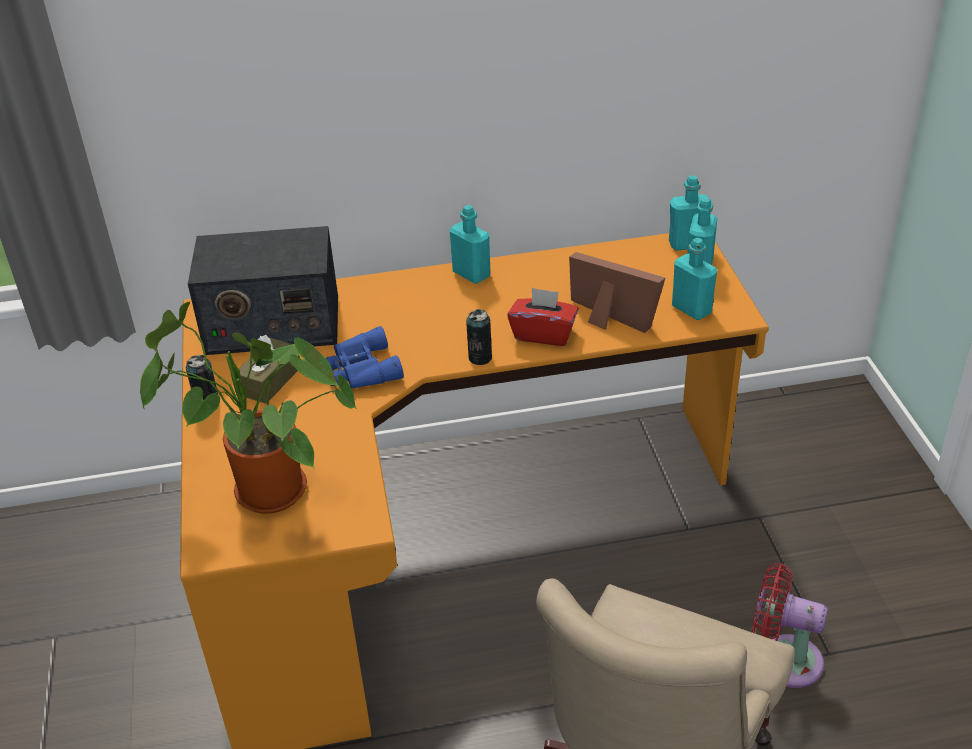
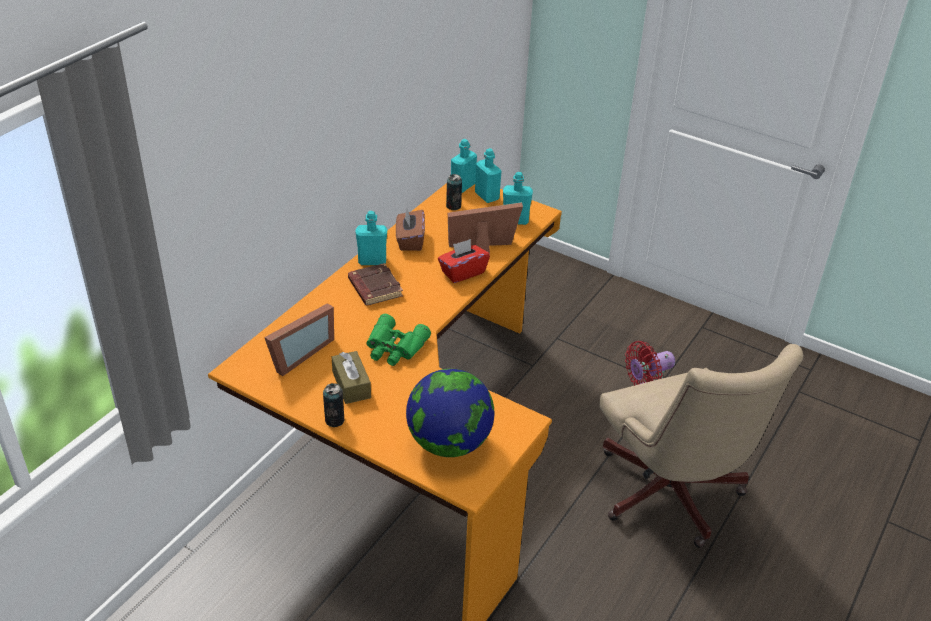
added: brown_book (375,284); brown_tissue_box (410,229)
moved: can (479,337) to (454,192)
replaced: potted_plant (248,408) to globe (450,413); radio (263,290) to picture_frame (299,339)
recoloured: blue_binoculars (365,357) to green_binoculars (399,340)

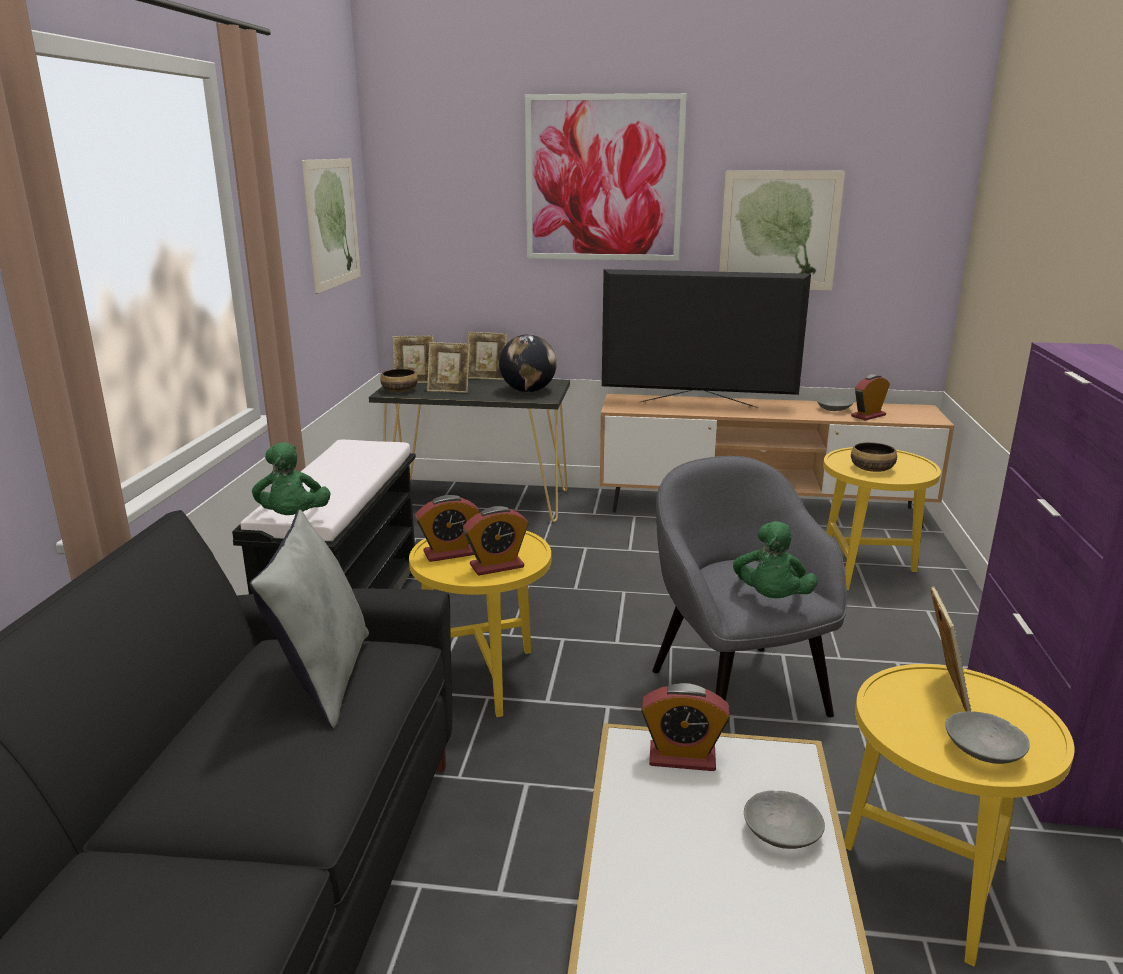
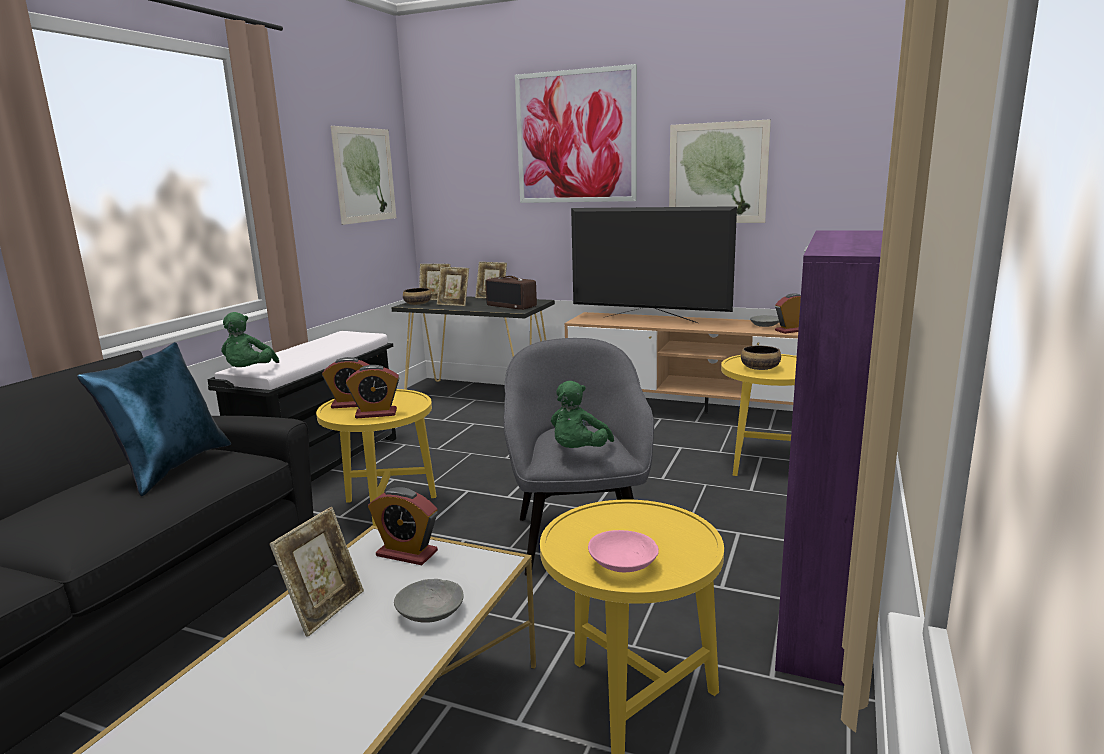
moved: picture_frame (951,648) to (317,572)
replaced: globe (528,363) to radio (511,293)
recoloured: grey_pillow (309,619) to blue_pillow (154,419); grey_bowl (987,737) to pink_bowl (623,551)

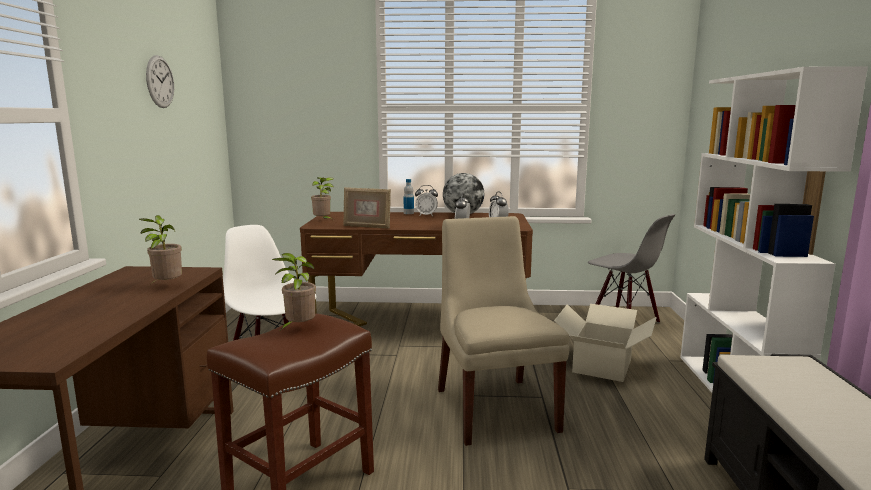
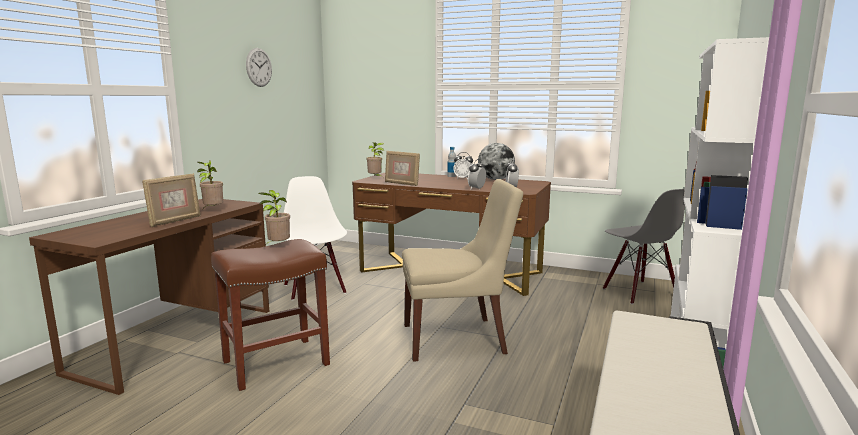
removed: cardboard_box (605,343)
added: picture_frame (171,200)
turned: beige_chair (503,331) = (462,270) 75 degrees clockwise

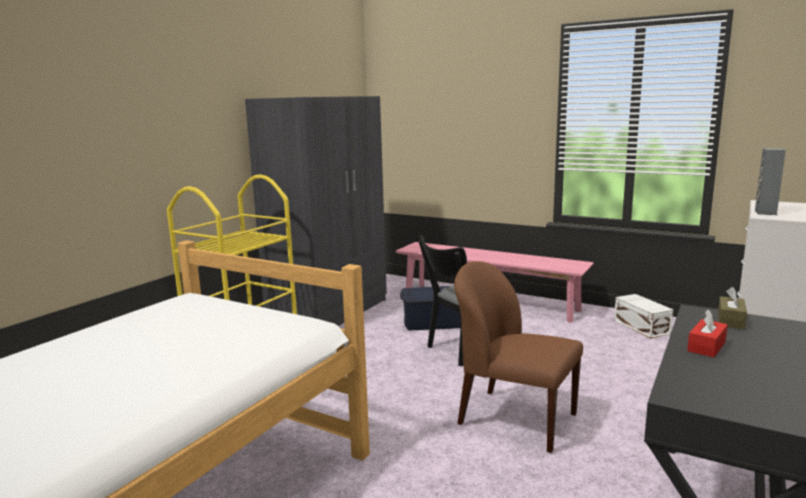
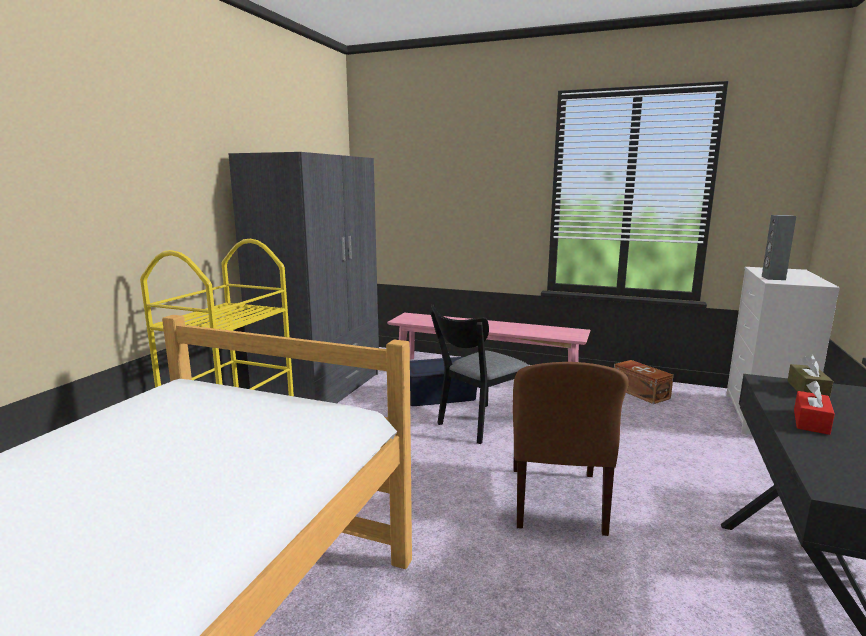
recoloured: white_storage_box (644,316) to brown_storage_box (644,382)
turned: brown_chair (518,357) = (571,449) 105 degrees counterclockwise

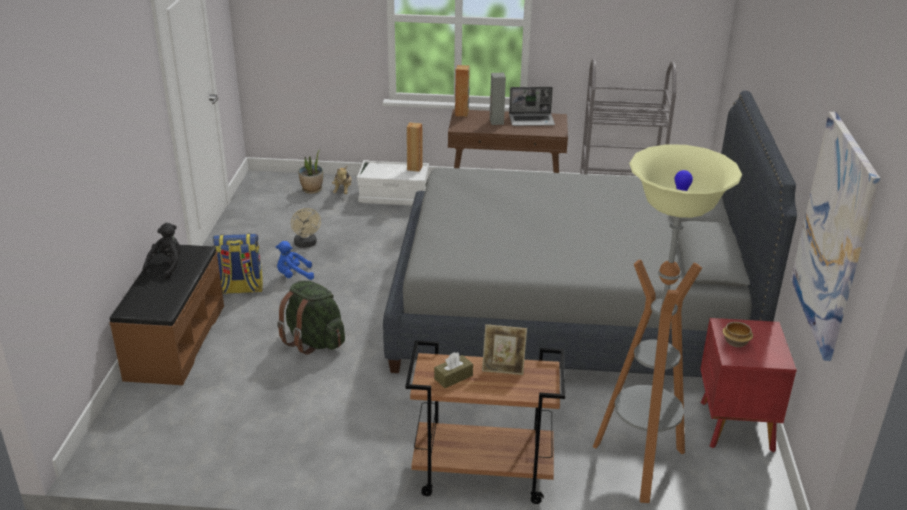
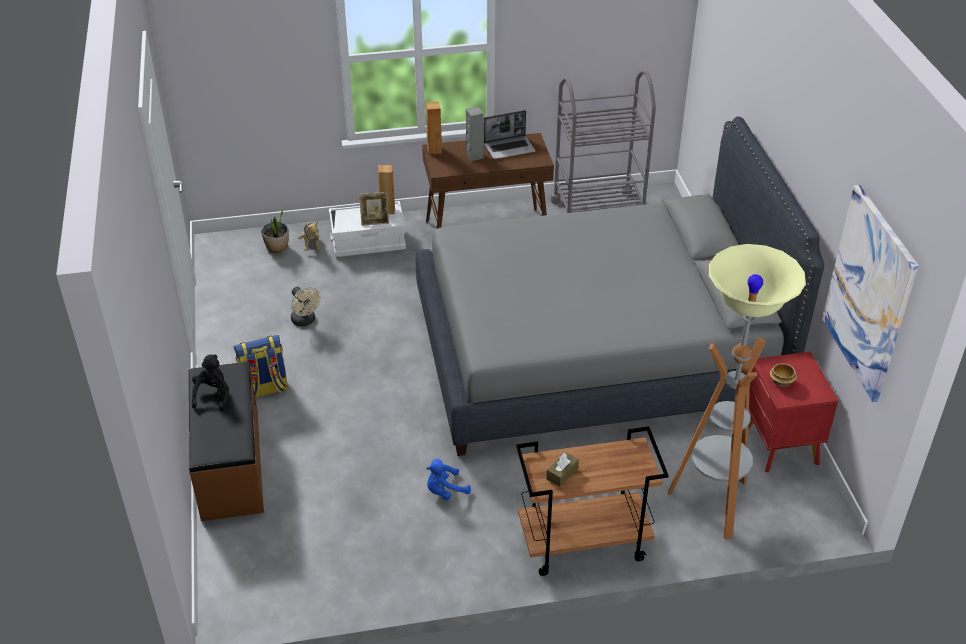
removed: green_backpack (311,317)
moved: blue_plush_toy (294,260) to (448,479); picture_frame (504,349) to (374,209)

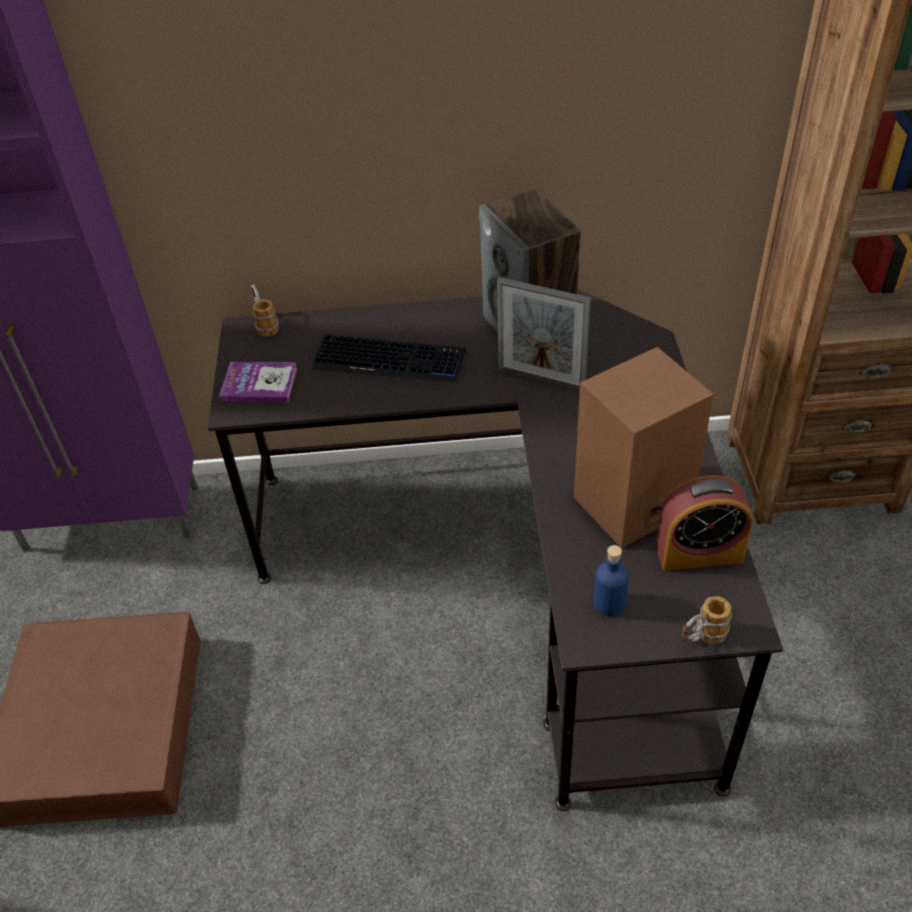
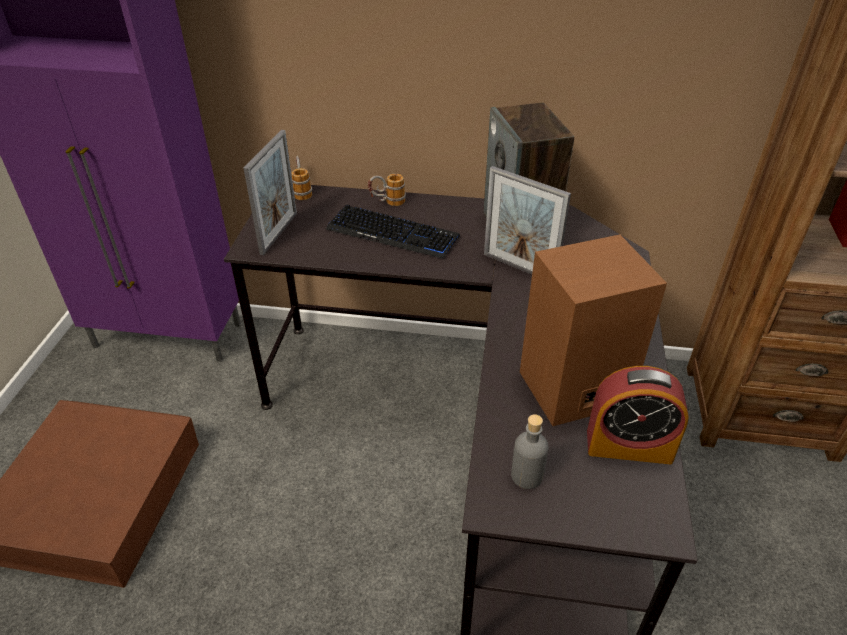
moved: mug (707,620) to (387,190)
replaced: book (258,382) to picture_frame (270,192)
recoloured: blue_bottle (611,580) to grey_bottle (529,451)

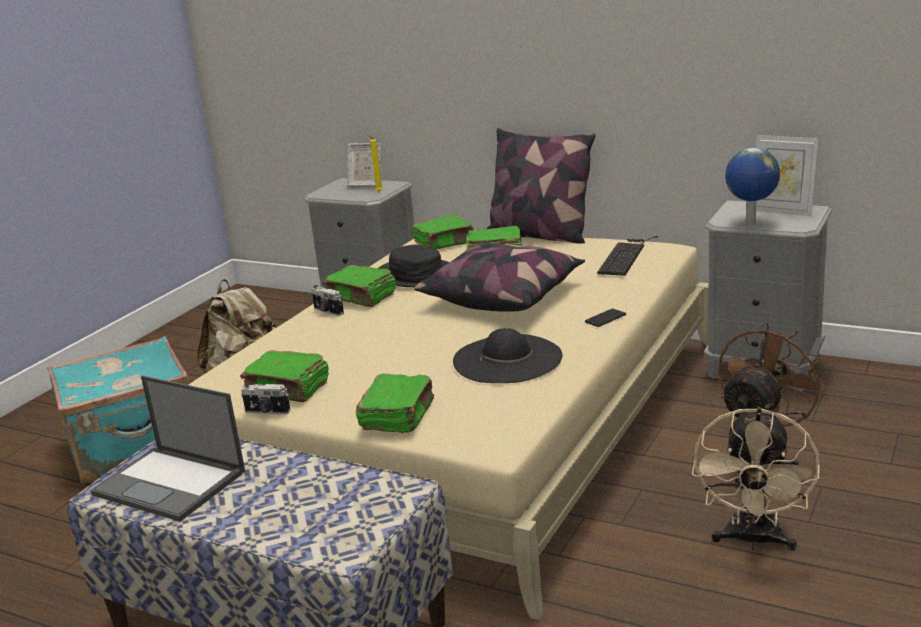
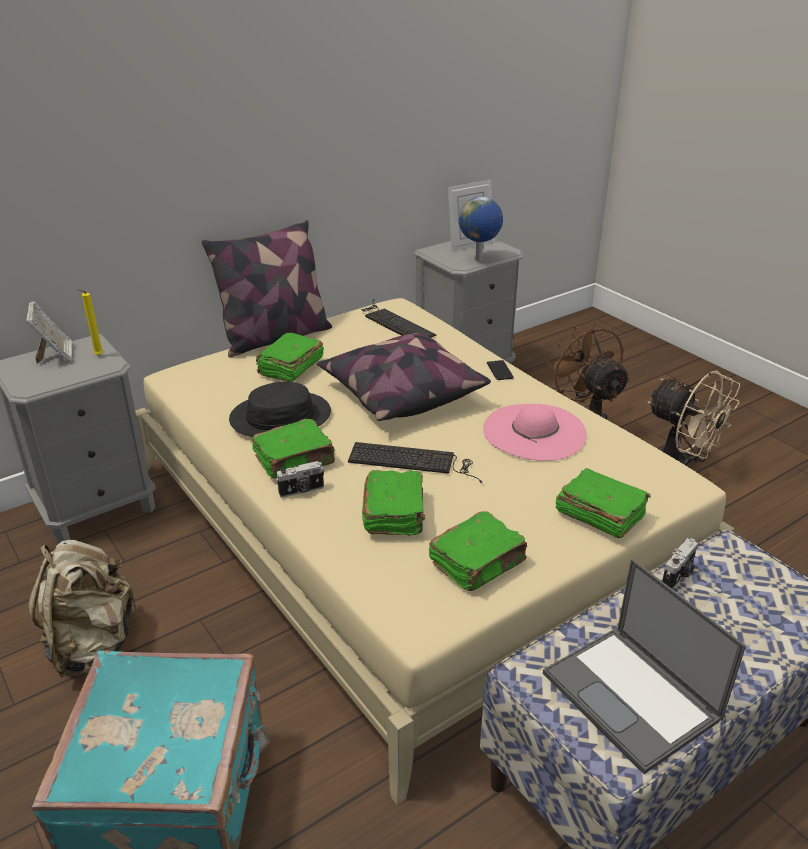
added: keyboard (415,463)
moved: photo_camera (265,398) to (680,563); green_book (443,231) to (393,503)
recoloured: black_hat (508,355) to pink_hat (535,432)
turned: laptop (167,448) = (644,666) 90 degrees clockwise; picture_frame (364,165) = (50,332) 60 degrees counterclockwise

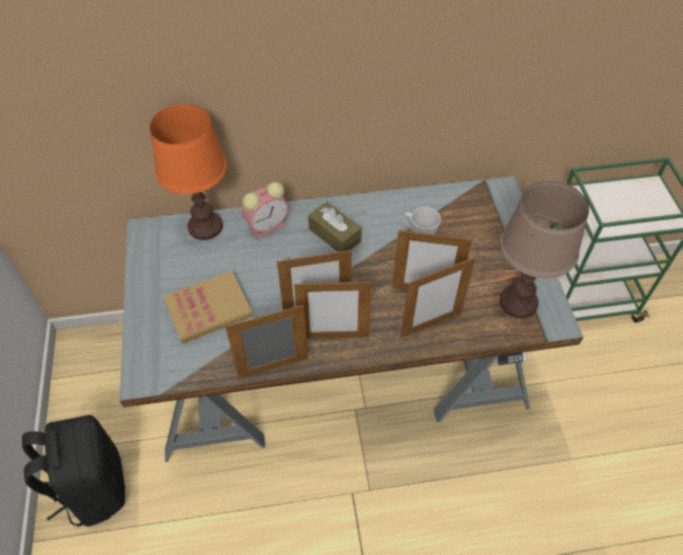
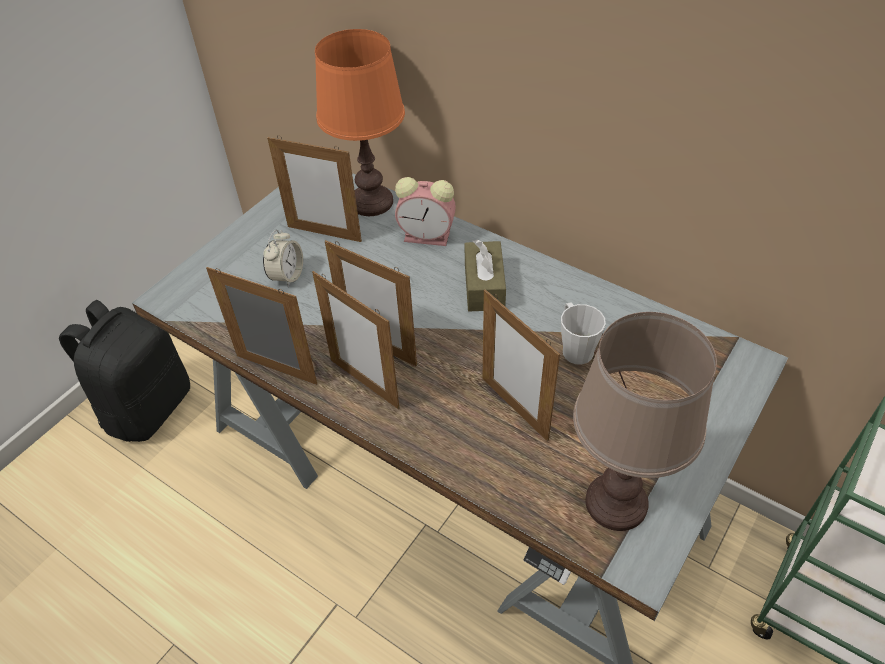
moved: picture_frame (438,297) to (314,188)
replaced: book (208,307) to alarm_clock (283,259)

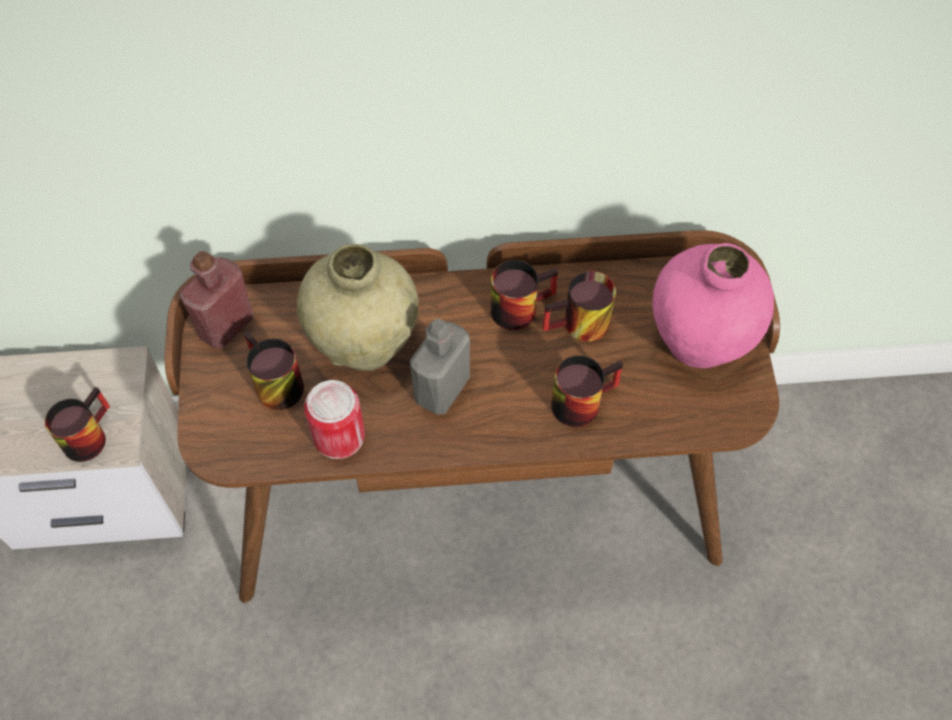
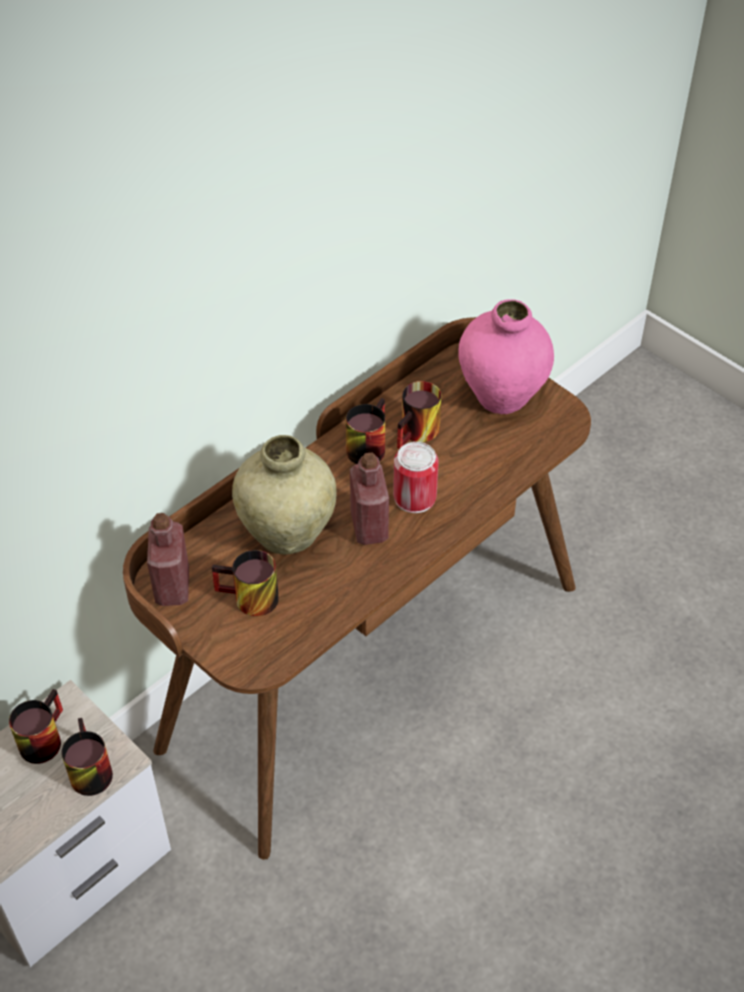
moved: can (334,419) to (416,477); mug (587,391) to (36,726)
recoloured: grey_bottle (440,366) to red_bottle (369,498)

